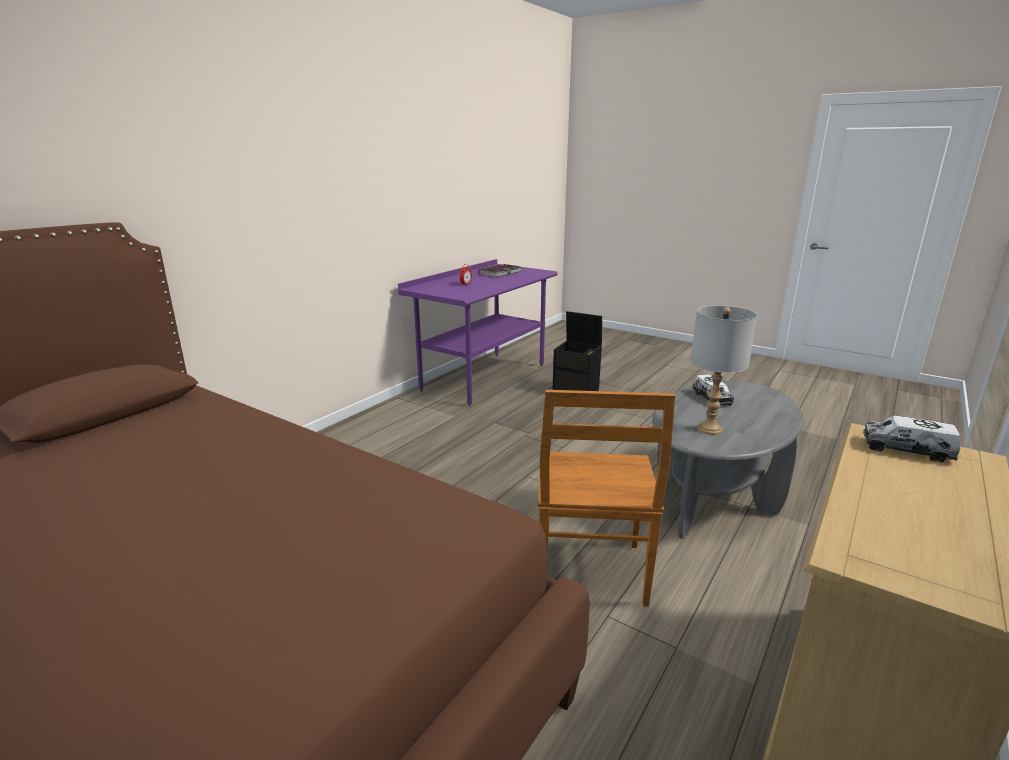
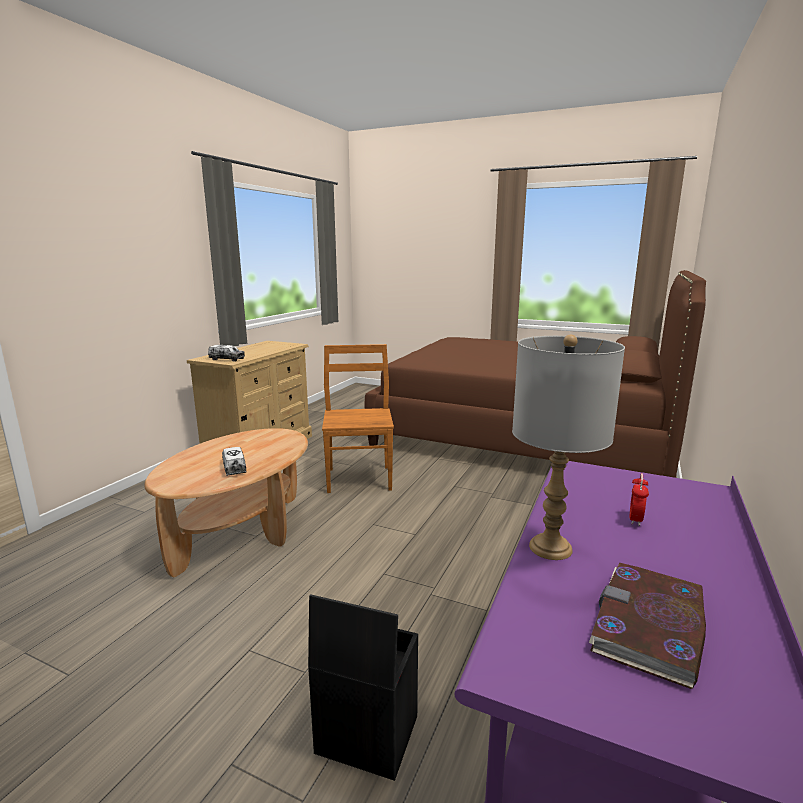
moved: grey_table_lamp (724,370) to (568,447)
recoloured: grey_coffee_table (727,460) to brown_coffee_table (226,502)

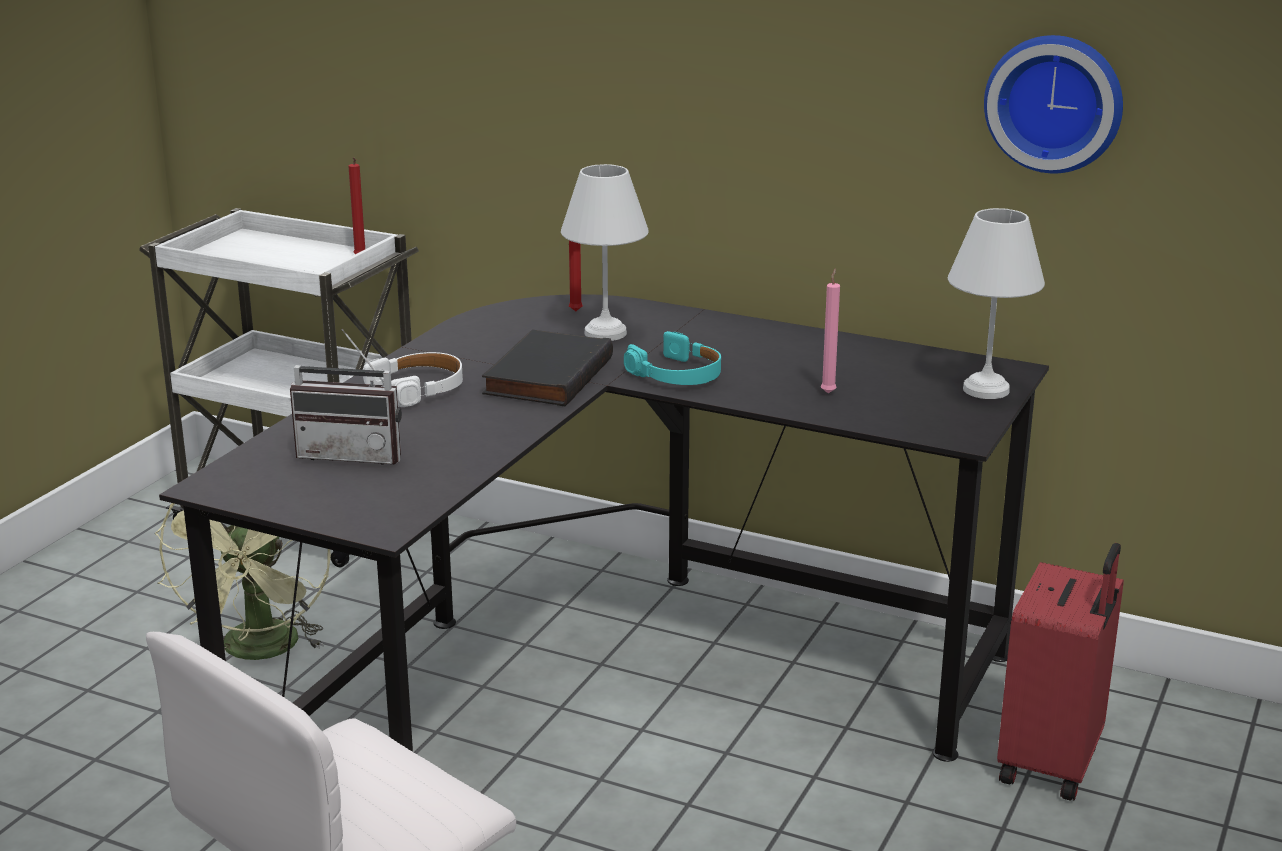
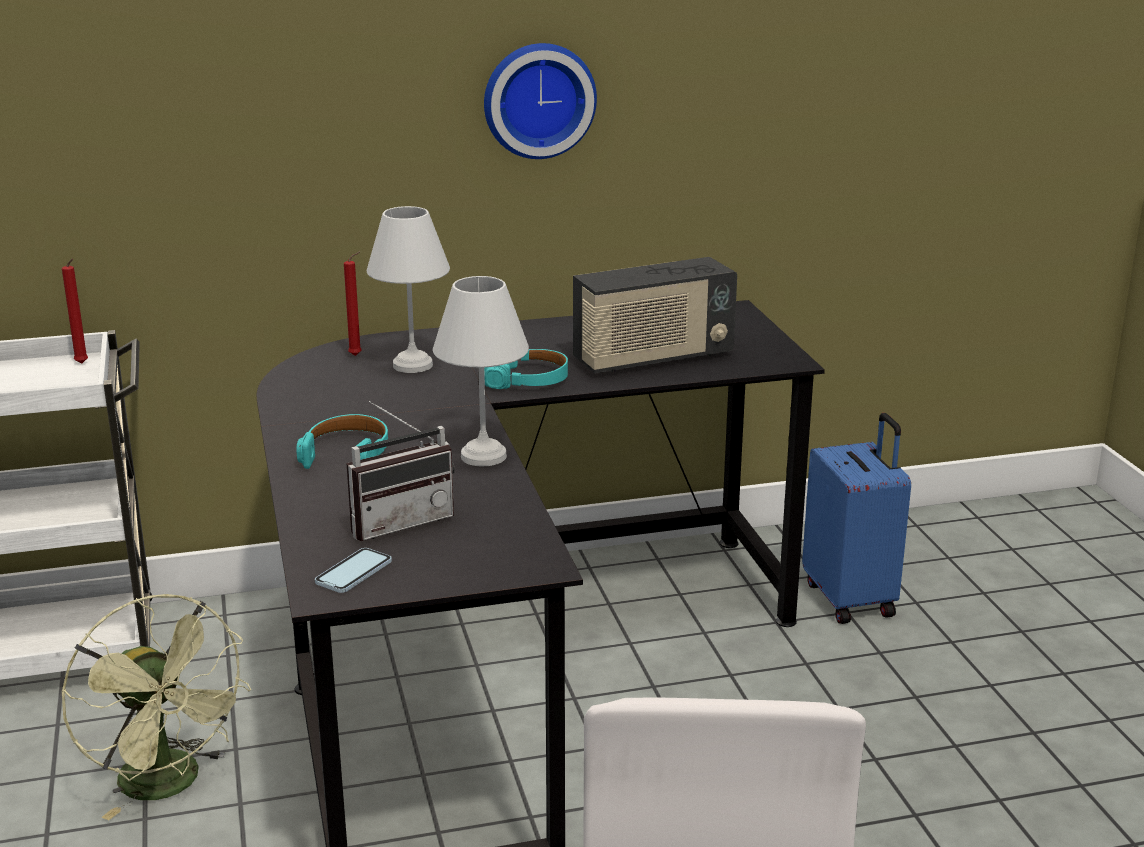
removed: black_book (547,368)
added: phone (353,570)
moved: white_table_lamp (996,303) to (481,371); wall_clock (1053,104) to (540,101)
replaced: pink_candle (830,330) to radio (655,315)
recoloured: white_headphones (413,379) to turquoise_headphones (342,441); red_suitcase (1060,672) to blue_suitcase (856,518)

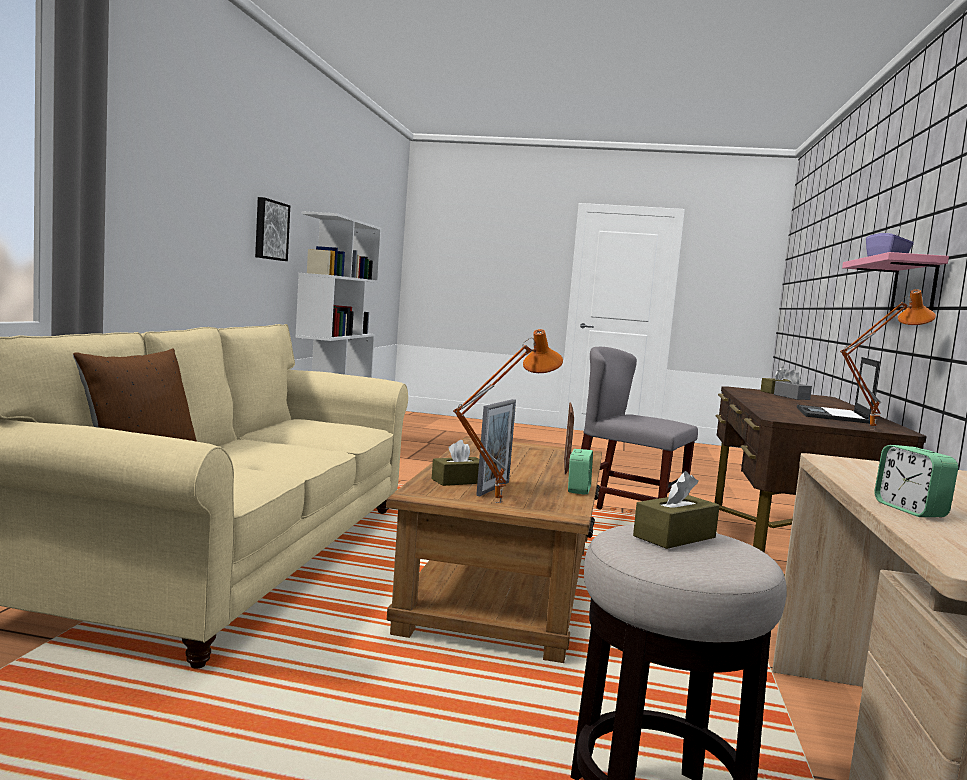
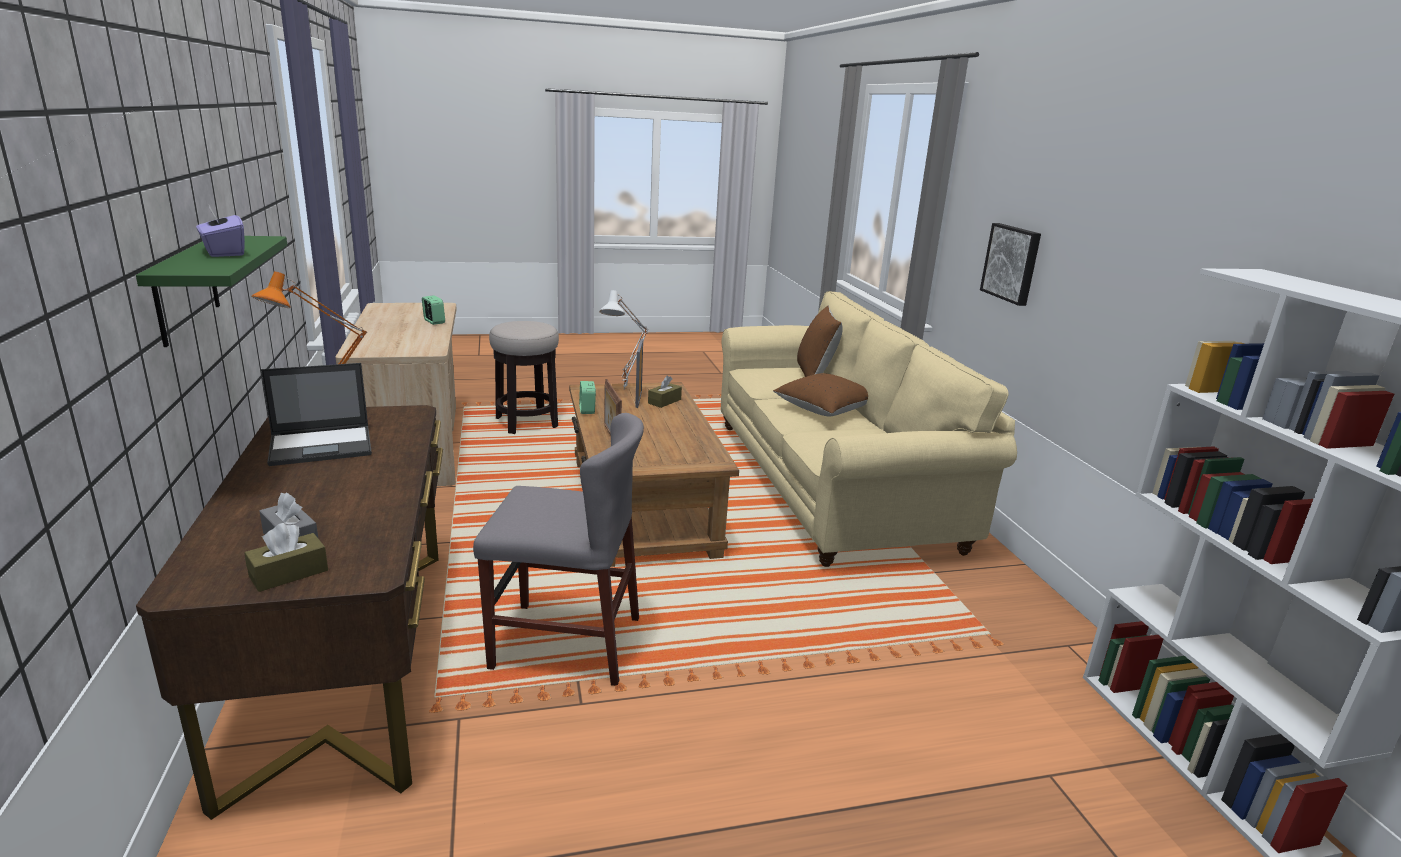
removed: brown_tissue_box (676,510)
added: brown_pillow (820,394)
moved: picture (272,229) to (1010,264)
recoloured: orange_table_lamp (508,416) to white_table_lamp (623,340); pink_shelf (895,282) to green_shelf (211,291)
turned: laptop (838,390) = (316,414) 75 degrees clockwise

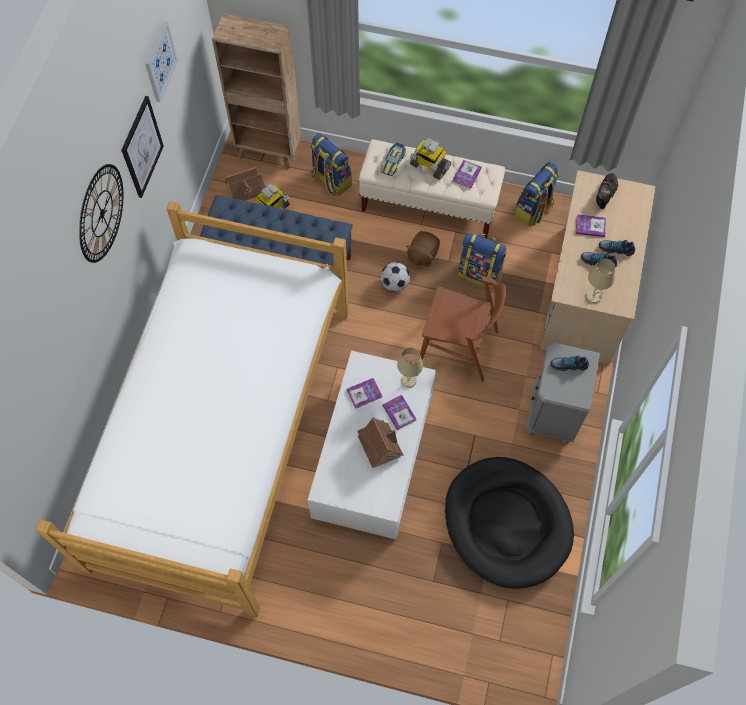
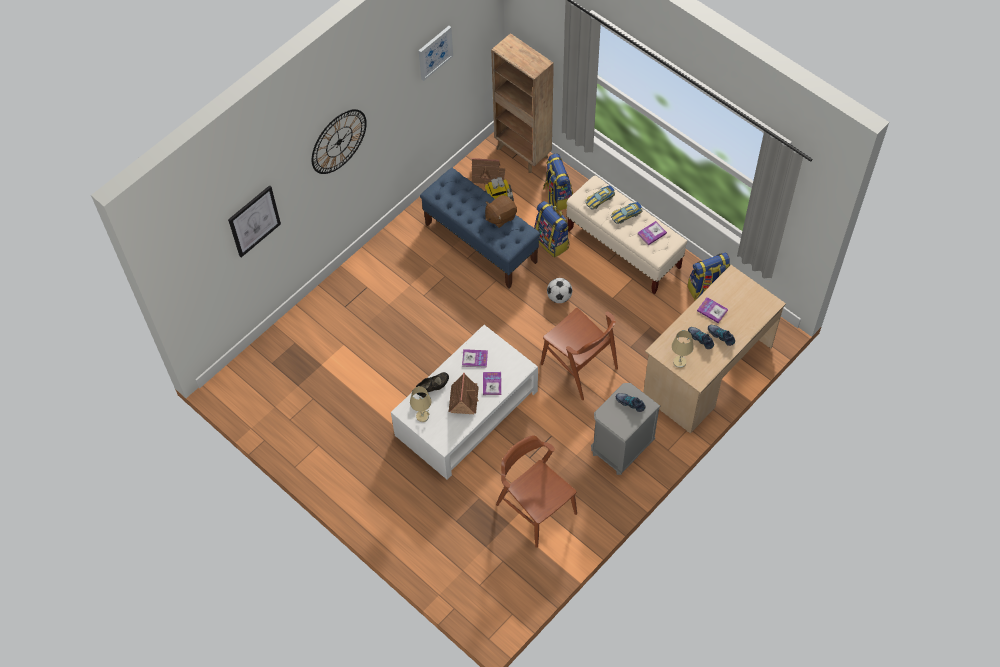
removed: bed (192,409)
moved: picture (142,147) to (254,221); beige_table_lamp (410,368) to (420,404); brown_plush_toy (423,249) to (501,211); backpack (482,261) to (552,229); black_shoe (607,191) to (432,385)
replaced: toy_robot (430,159) to toy_car (627,213); black_dog_bed (509,523) to brown_chair (536,491)

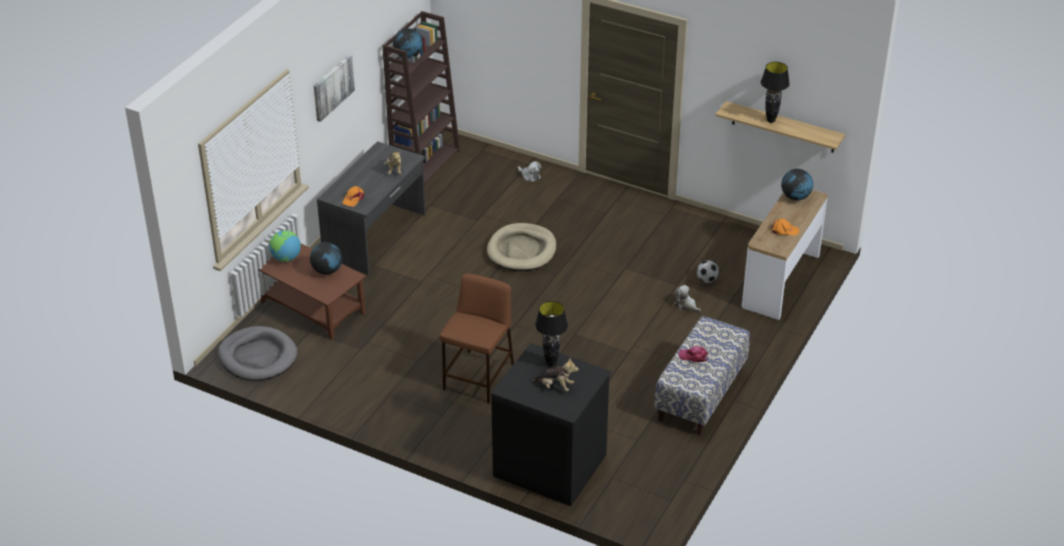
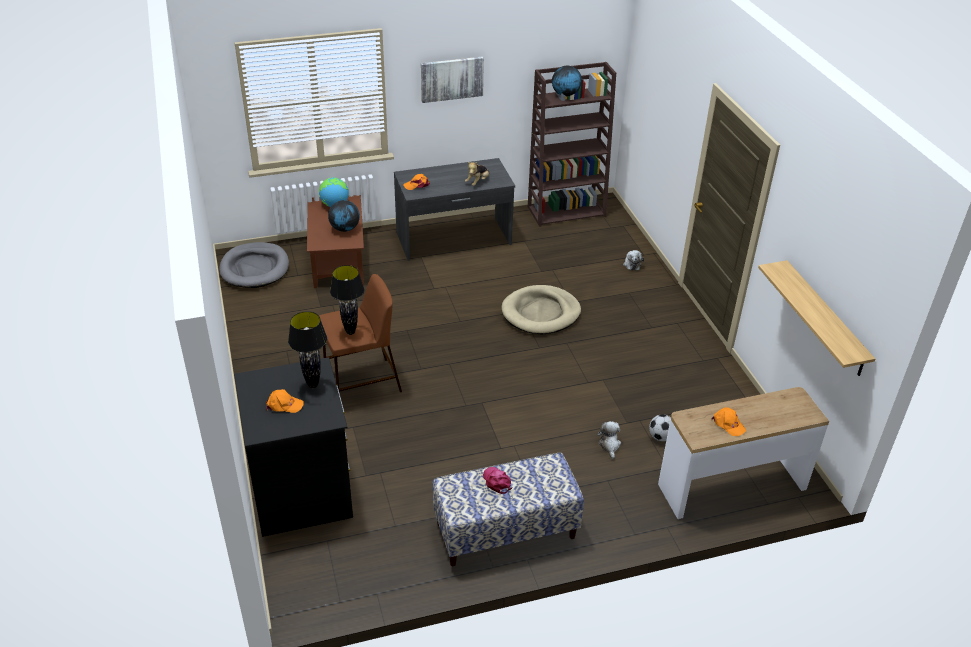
removed: globe (797,184)
moved: black_table_lamp (775,92) to (347,300)
replaced: plush_toy (554,374) to orange_cap (285,401)

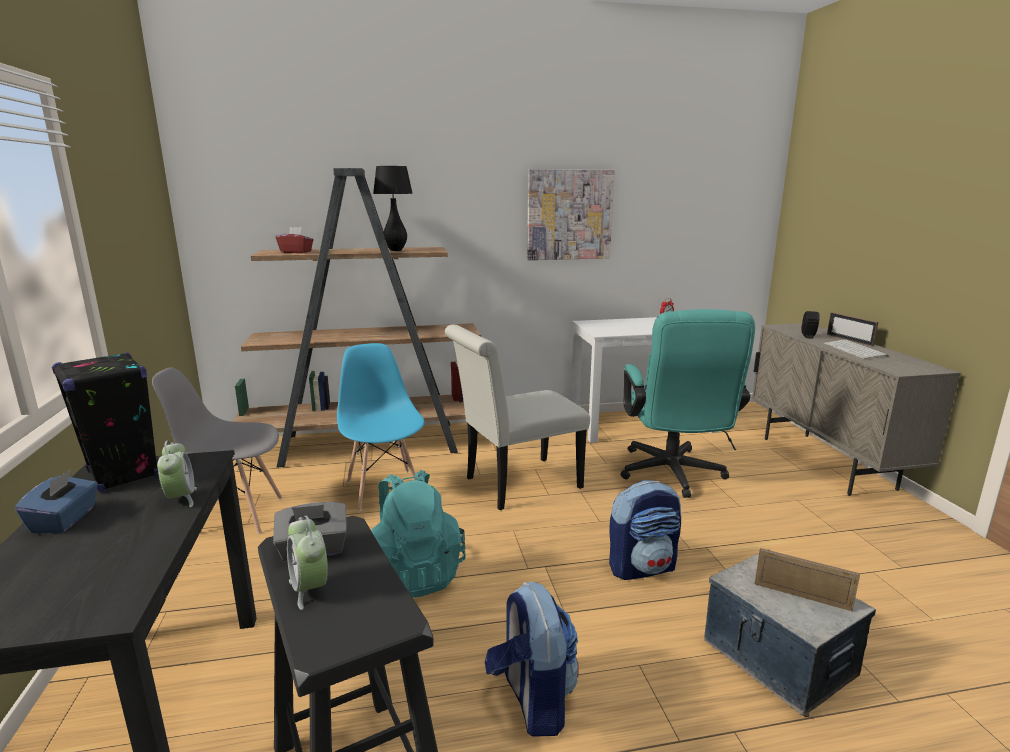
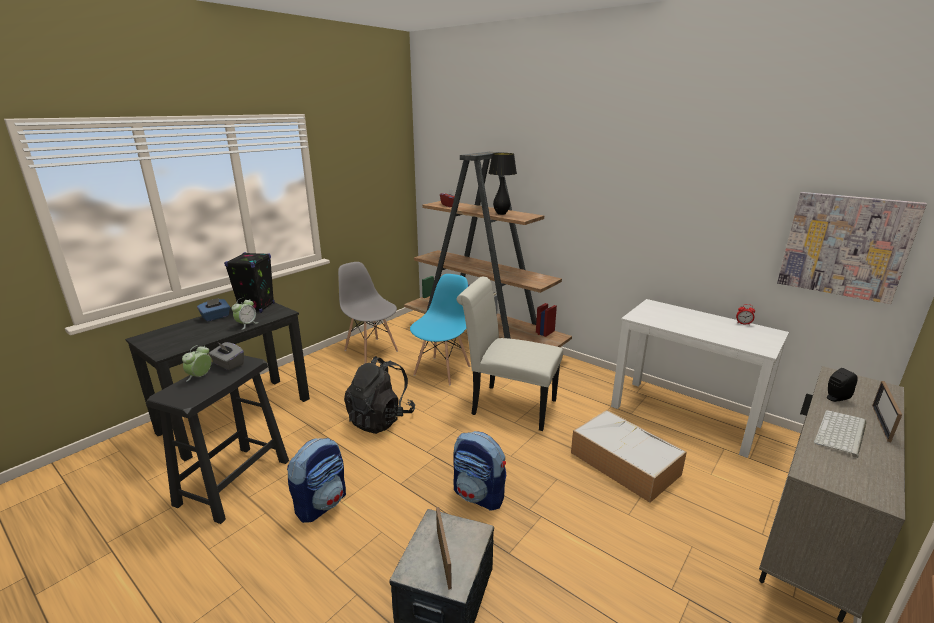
moved: picture (571,214) to (852,248)
replaced: turquoise_office_chair (687,403) to storage_box (629,456)
recoloured: turquoise_backpack (418,533) to black_backpack (379,395)

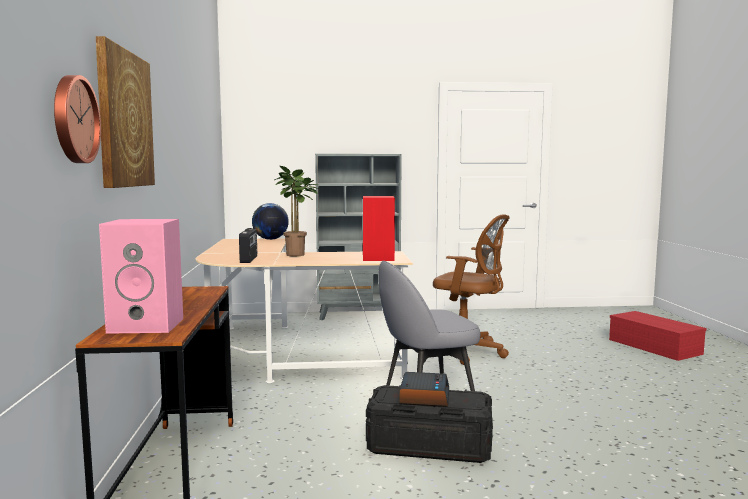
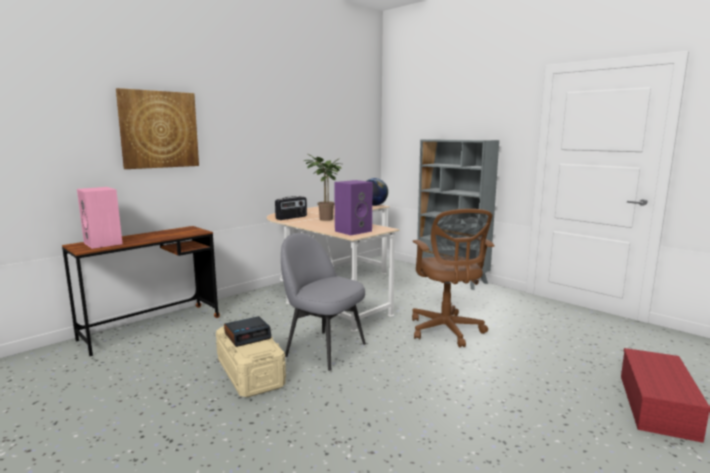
removed: wall_clock (77,119)
recoloured: red_speaker (379,228) to purple_speaker (353,207); black_storage_box (429,424) to beige_storage_box (251,361)

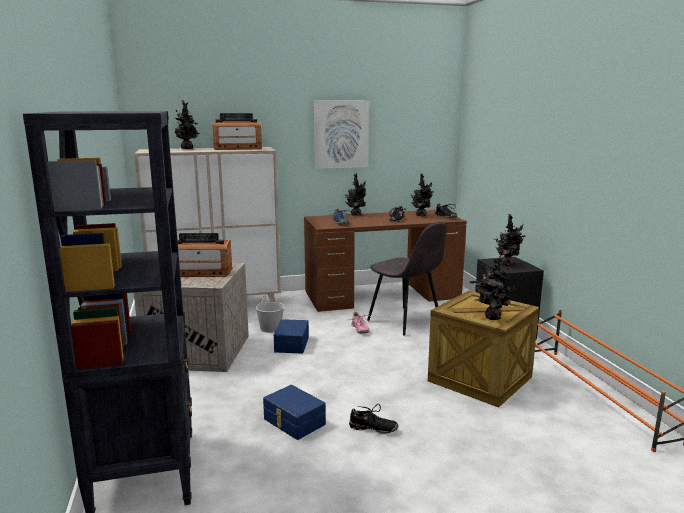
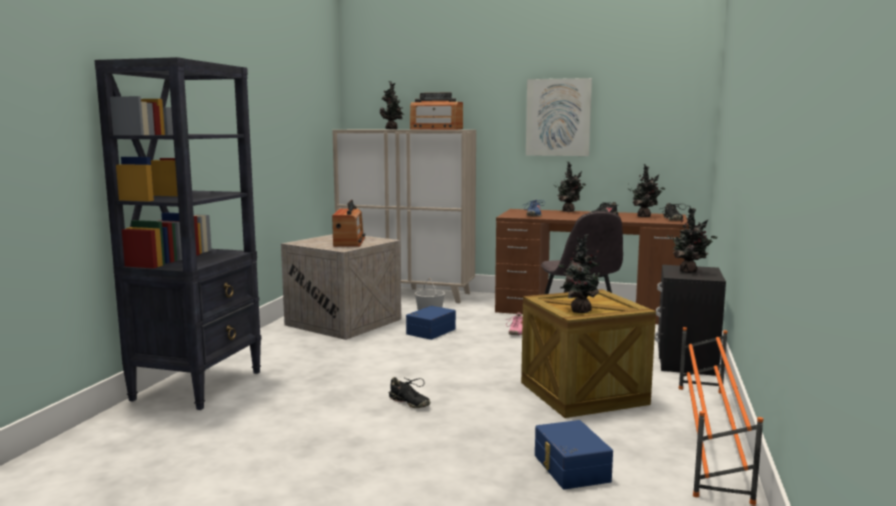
moved: blue_storage_box (294,412) to (574,454)
turned: radio (205,255) = (348,223) 120 degrees counterclockwise

